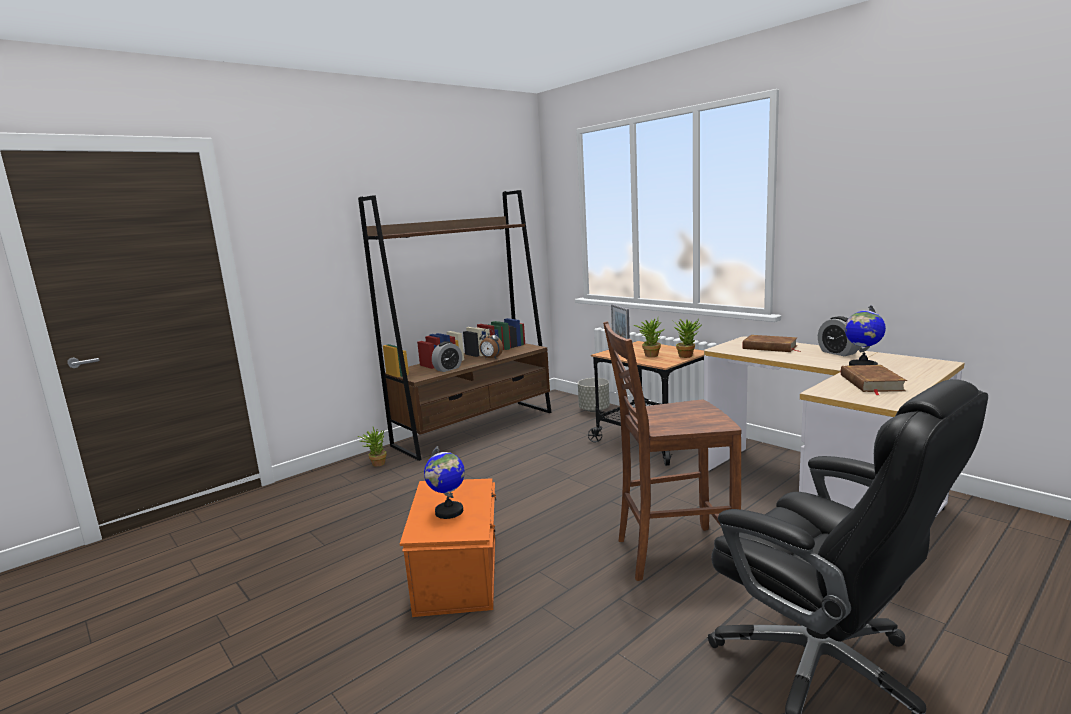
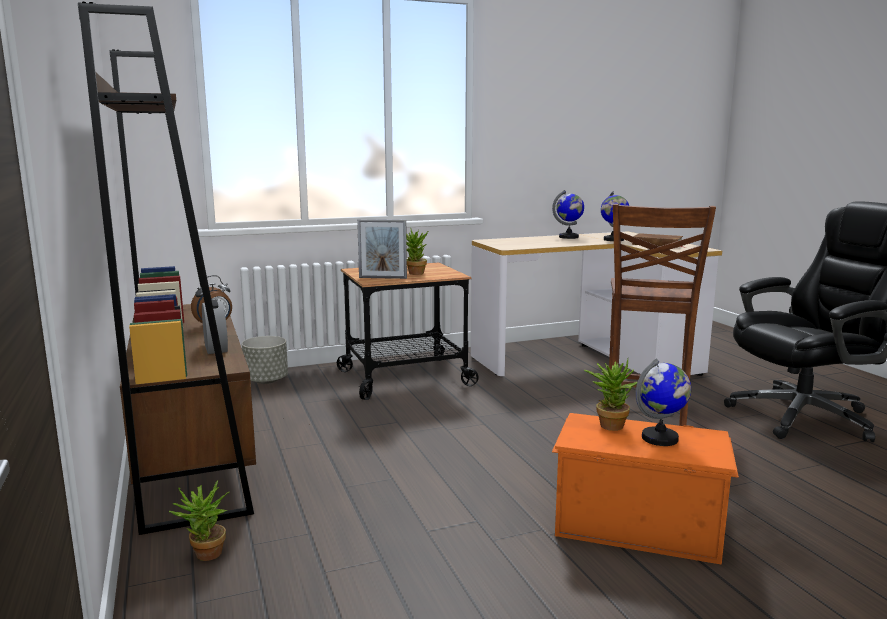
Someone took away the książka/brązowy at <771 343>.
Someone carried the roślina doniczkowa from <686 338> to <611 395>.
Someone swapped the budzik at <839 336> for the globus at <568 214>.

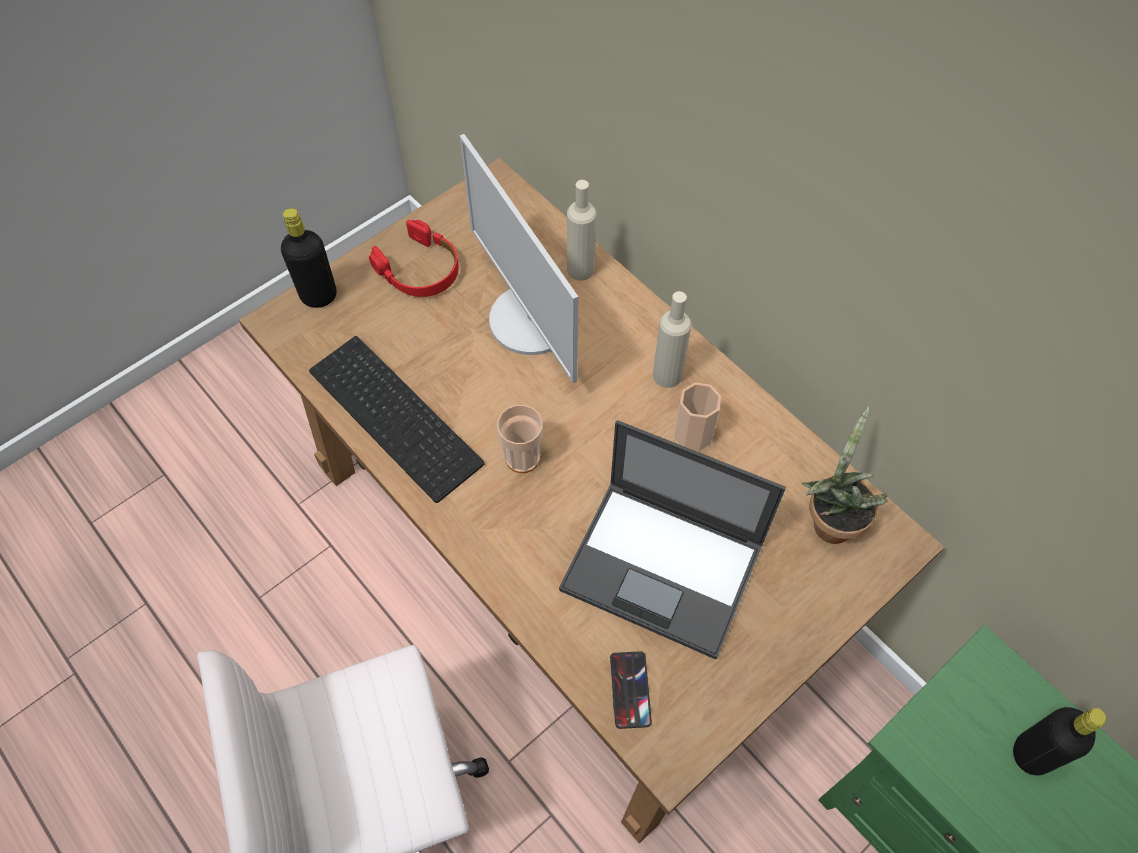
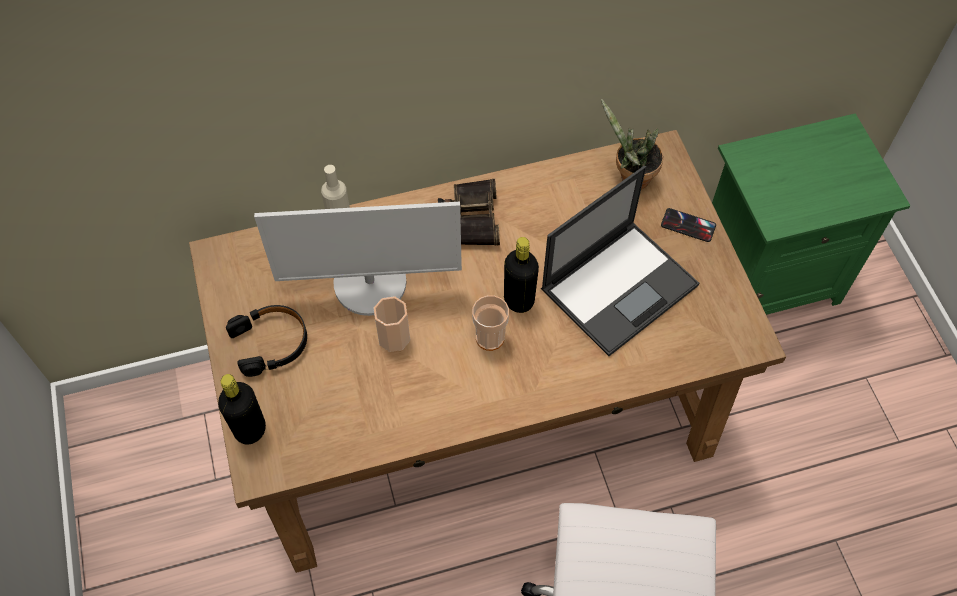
Someone took away the klawiatura at <396 419>.
Someone carried the telefon from <631 690> to <688 225>.
Someone carried the filiżanka from <697 417> to <392 324>.
Someone carried the butelka/czarny from <1059 741> to <521 275>.
Someone swapped the butelka/beżowy at <672 339> for the lornetka at <469 212>.
Someone repainted the słuchawki/czerwony at <414 258>, which became the słuchawki/czarny at <266 341>.

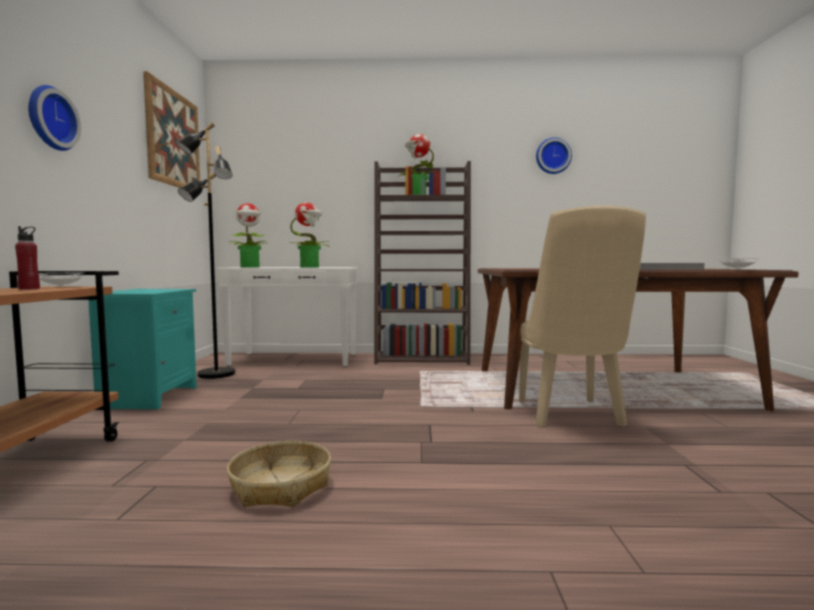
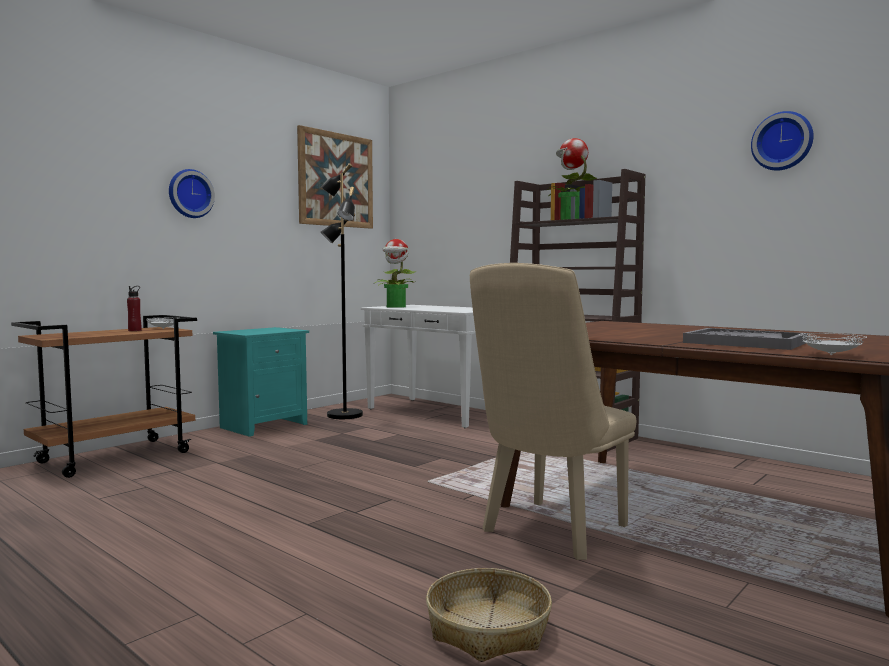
Someone took away the roślina doniczkowa at <309 235>.
Someone carried the koszyk from <279 474> to <489 615>.

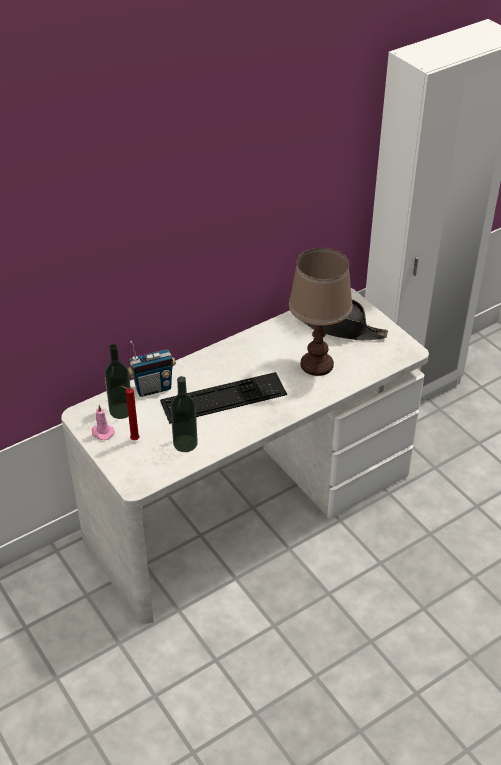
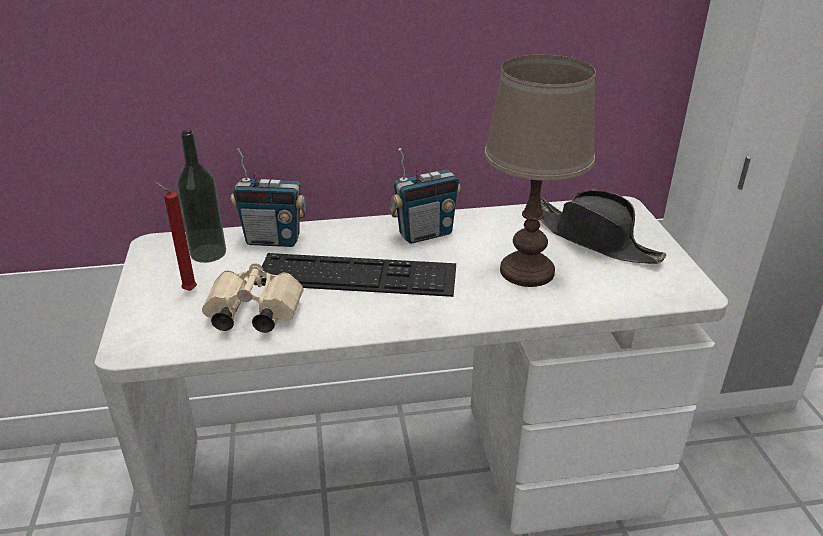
Someone took away the świeca/różowy at <103 422>.
Someone put down the radio at <425 196>.
Someone swapped the butelka at <184 414> for the lornetka/beżowy at <253 298>.

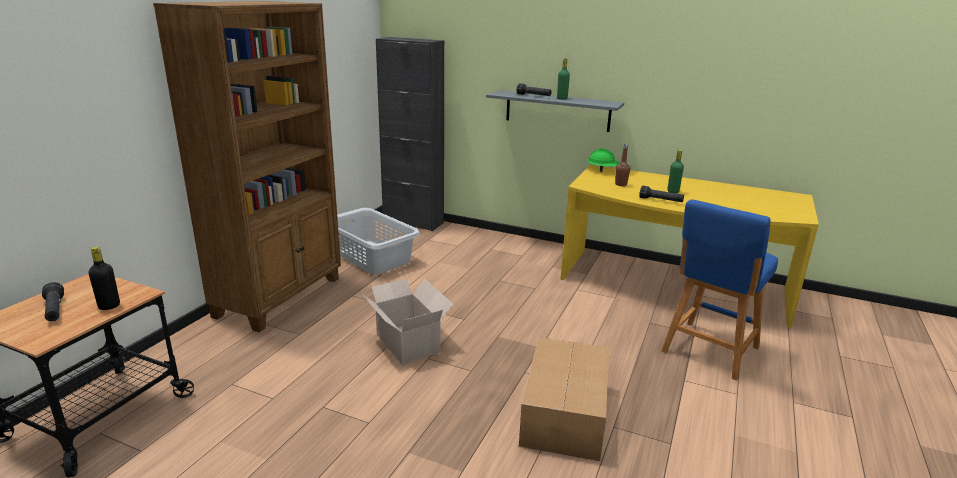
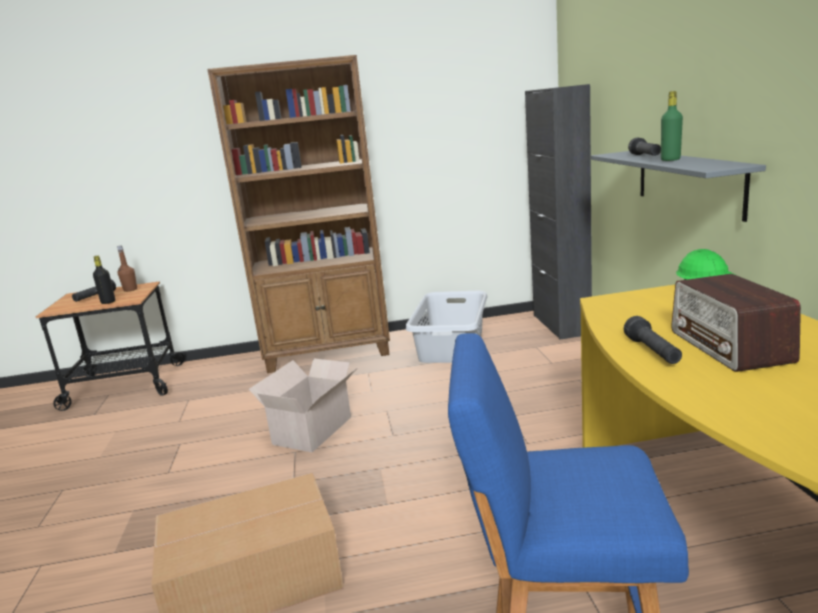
Someone carried the butelka/brązowy from <622 165> to <127 269>.
Someone swapped the butelka/zielony at <675 171> for the radio at <736 323>.

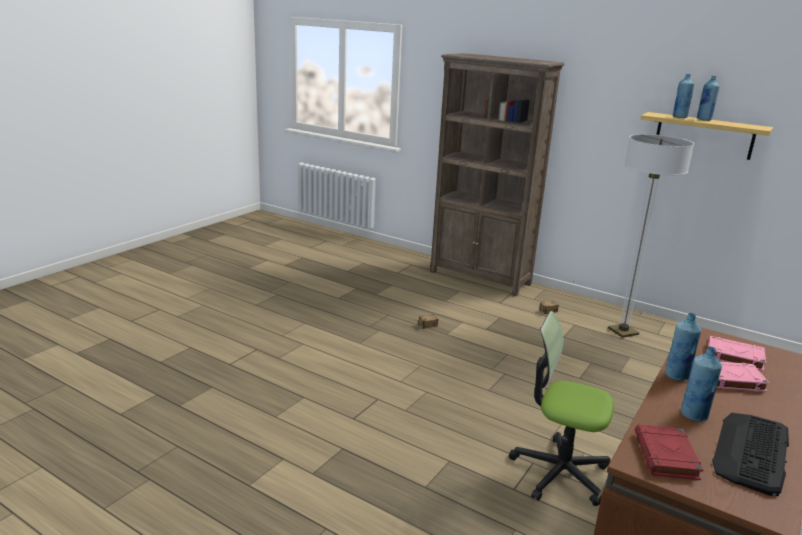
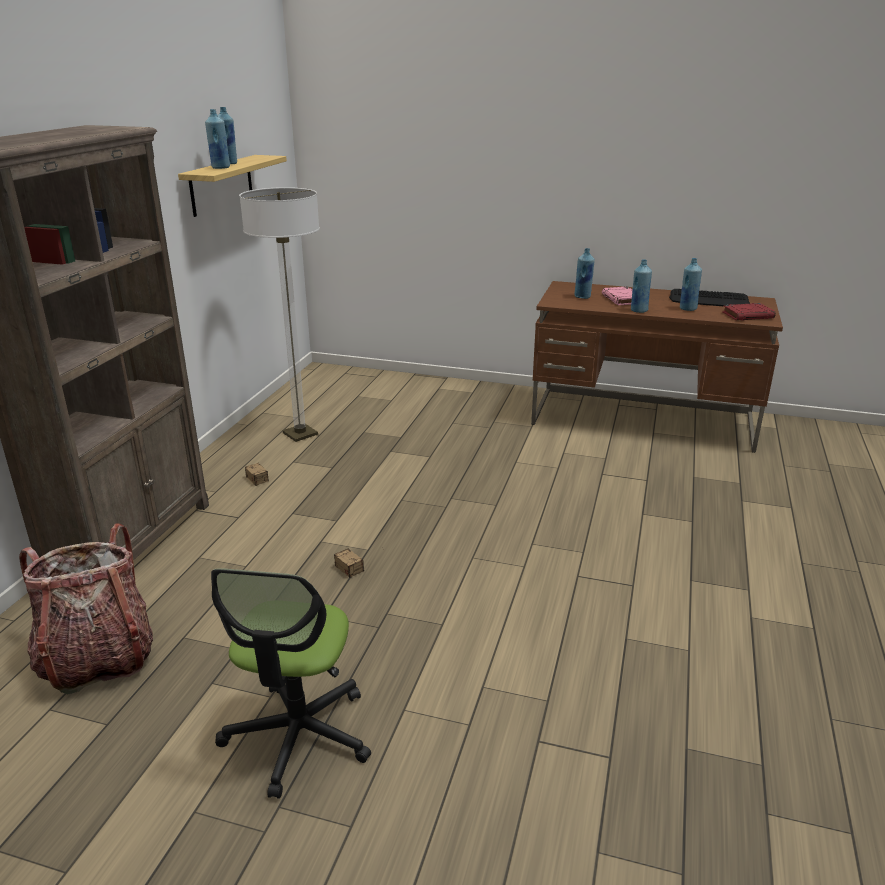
Someone put down the plecak at <86 609>.
Someone carried the krzesło biurowe from <561 408> to <291 683>.
Someone swapped the książka/różowy at <737 353> for the butelka/niebieski at <584 273>.

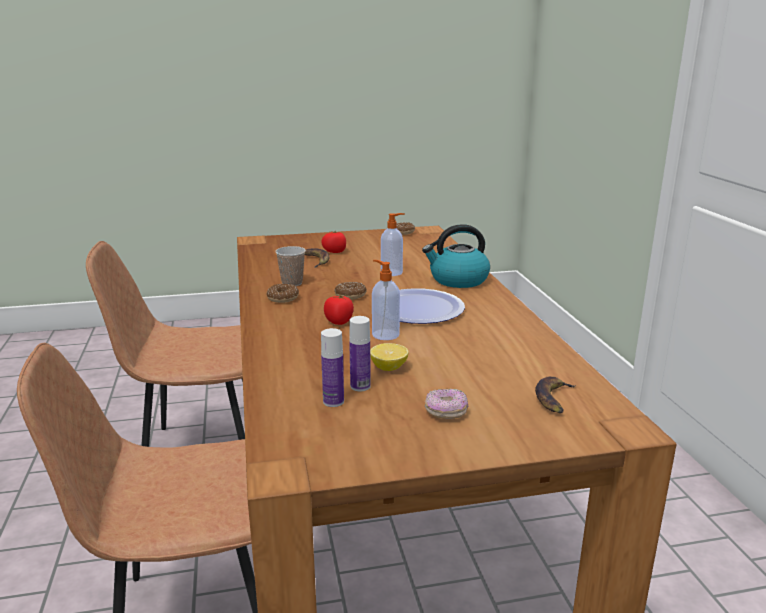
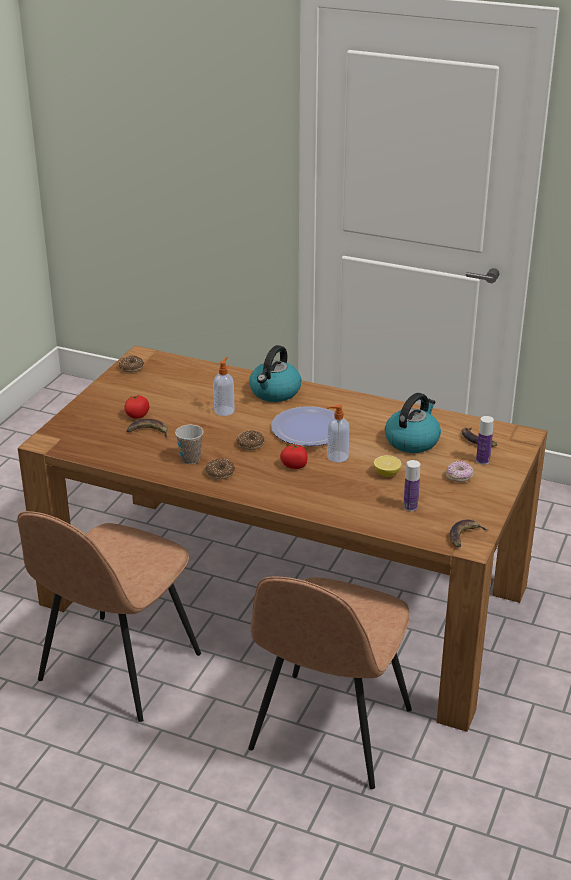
Someone put down the czajnik at <413 423>.
Someone put down the banan at <469 533>.
Someone carried the butelka from <360 353> to <485 440>.

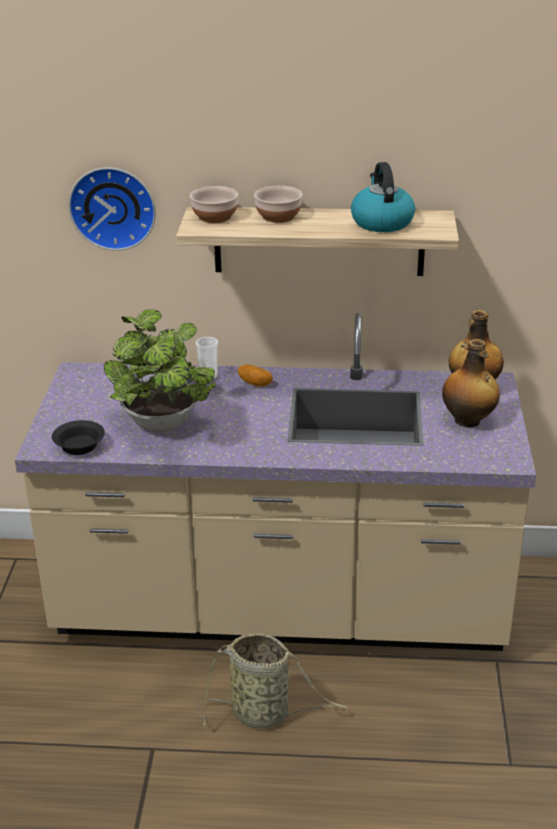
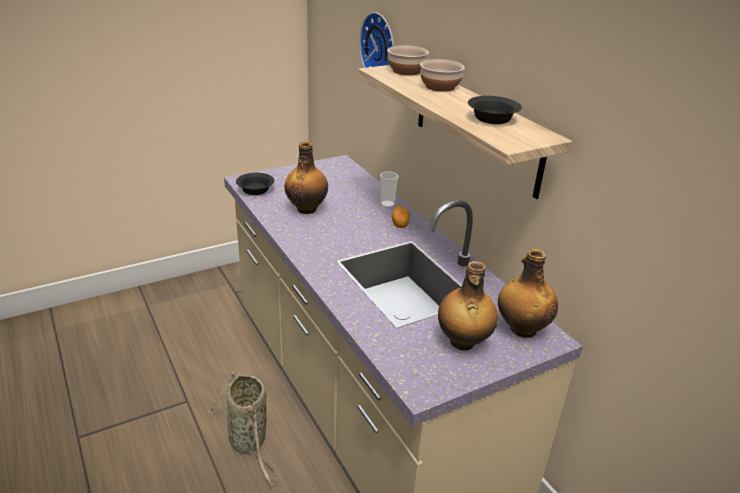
Someone swapped the roślina doniczkowa at <160 371> for the butelka at <306 178>.
Someone swapped the czajnik at <383 197> for the miska/czarny at <495 110>.

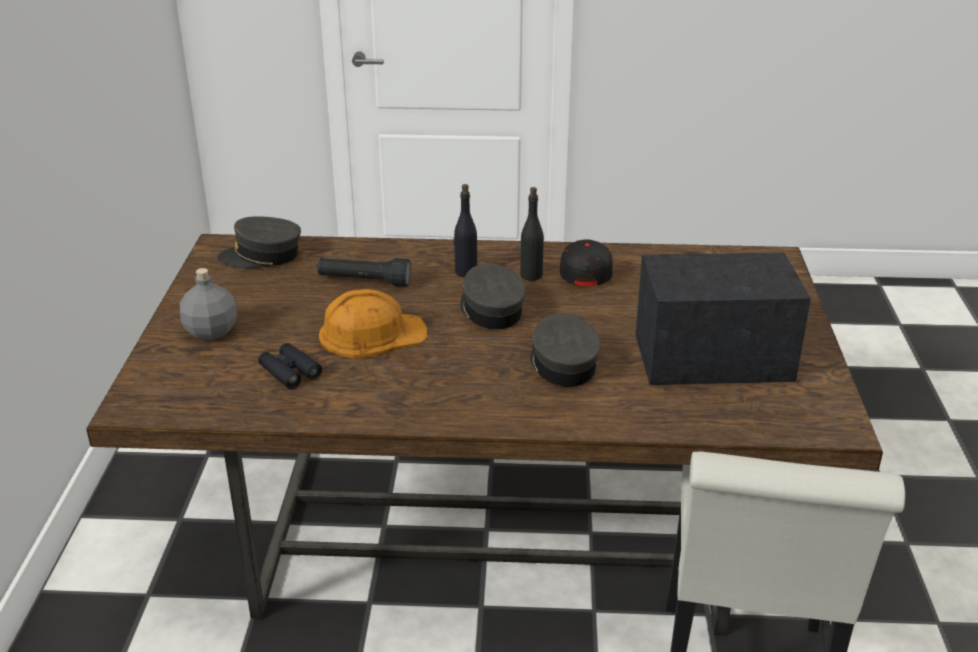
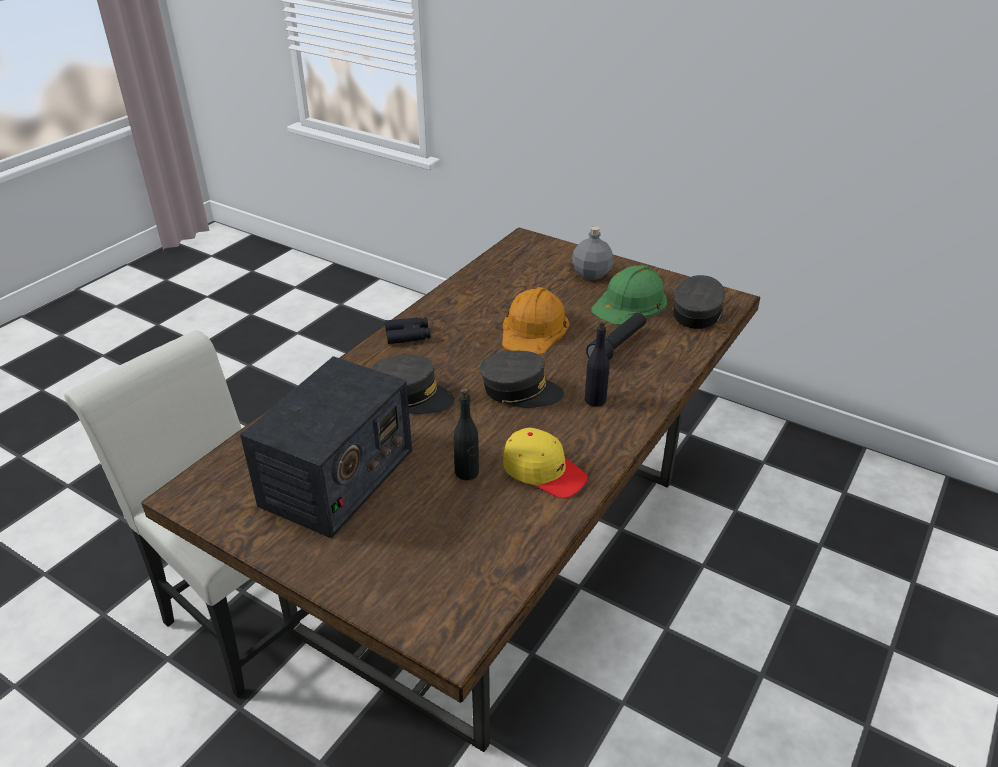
Someone put down the kask/zielony at <629 295>.
Someone carried the lornetka/czarny from <290 366> to <408 330>.
Someone carried the butelka/czarny from <532 234> to <466 434>.
Someone repainted the czapka z daszkiem/czarny at <586 262>, which became the czapka z daszkiem/żółty at <545 463>.

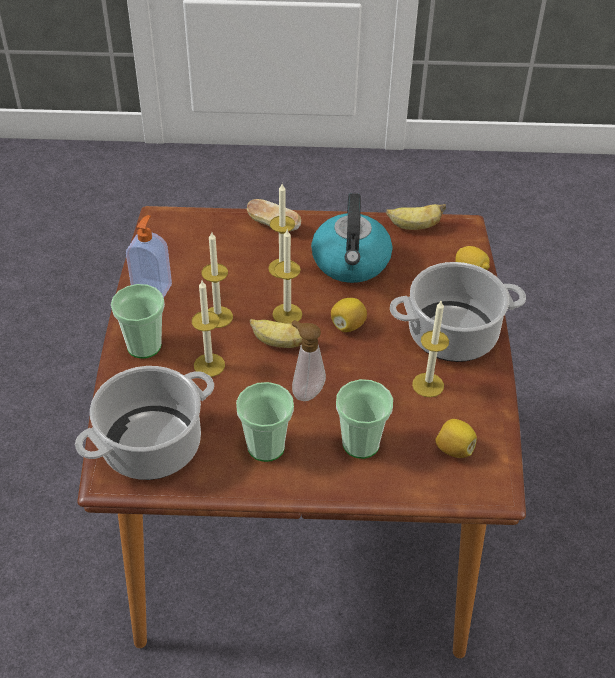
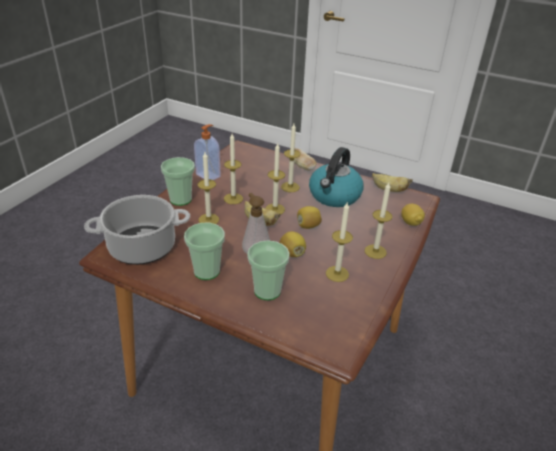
Someone carried the cytryna from <456 438> to <293 244>.
Someone swapped the garnek at <458 312> for the świeca at <378 220>.

